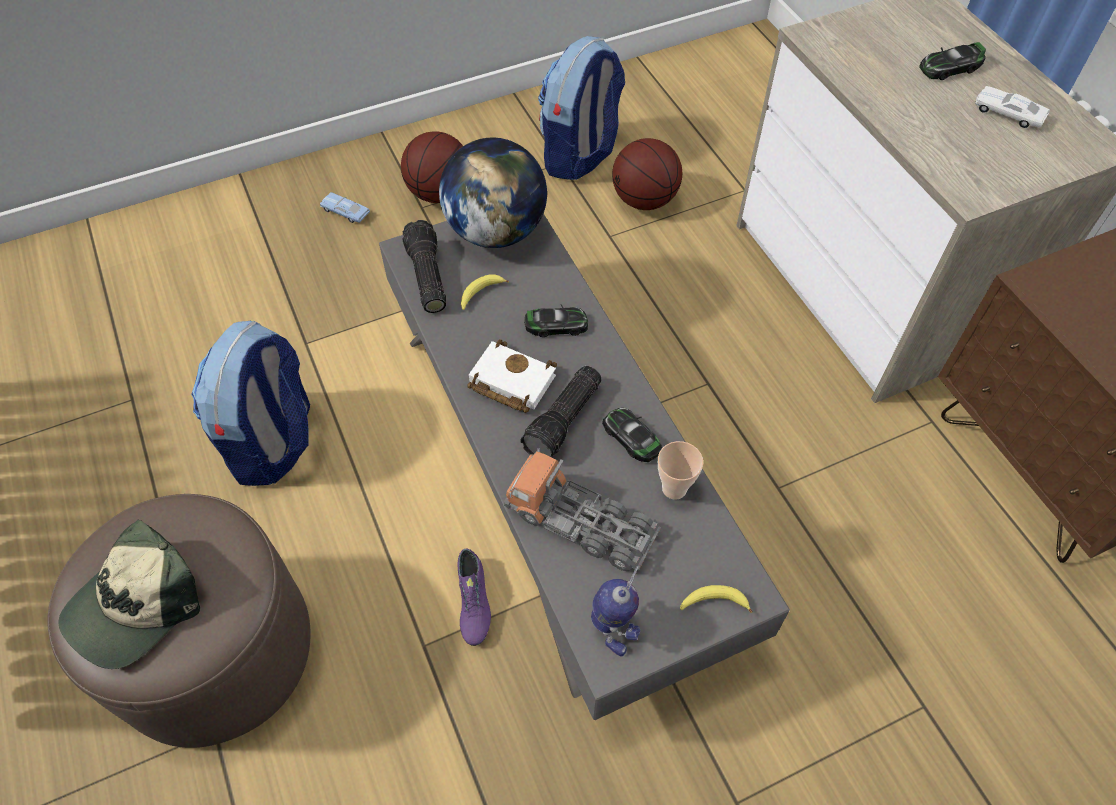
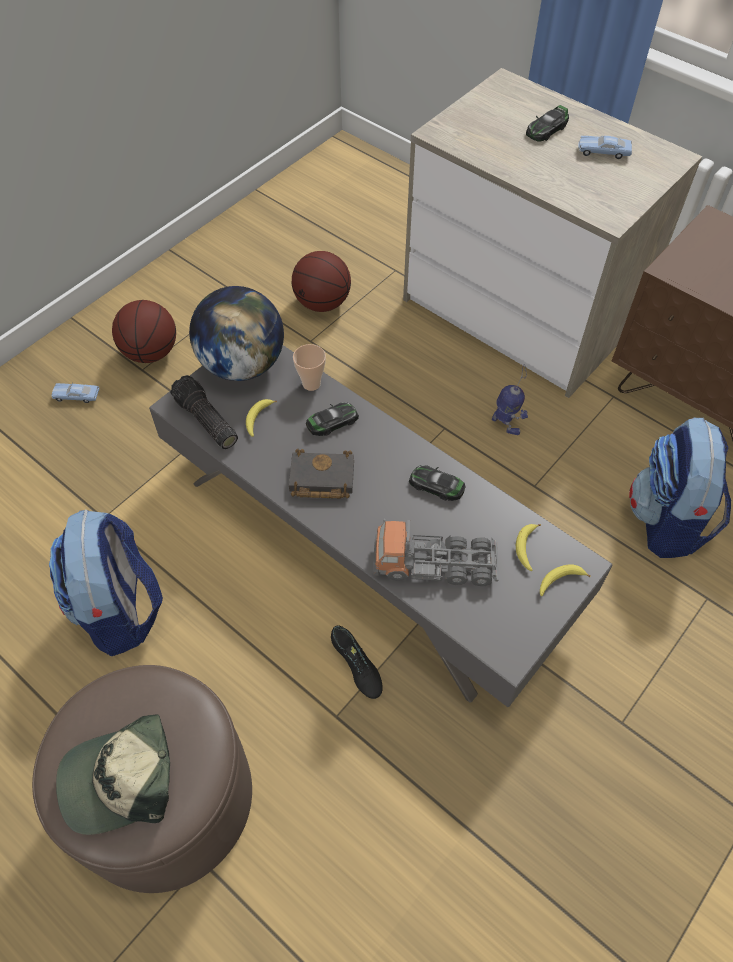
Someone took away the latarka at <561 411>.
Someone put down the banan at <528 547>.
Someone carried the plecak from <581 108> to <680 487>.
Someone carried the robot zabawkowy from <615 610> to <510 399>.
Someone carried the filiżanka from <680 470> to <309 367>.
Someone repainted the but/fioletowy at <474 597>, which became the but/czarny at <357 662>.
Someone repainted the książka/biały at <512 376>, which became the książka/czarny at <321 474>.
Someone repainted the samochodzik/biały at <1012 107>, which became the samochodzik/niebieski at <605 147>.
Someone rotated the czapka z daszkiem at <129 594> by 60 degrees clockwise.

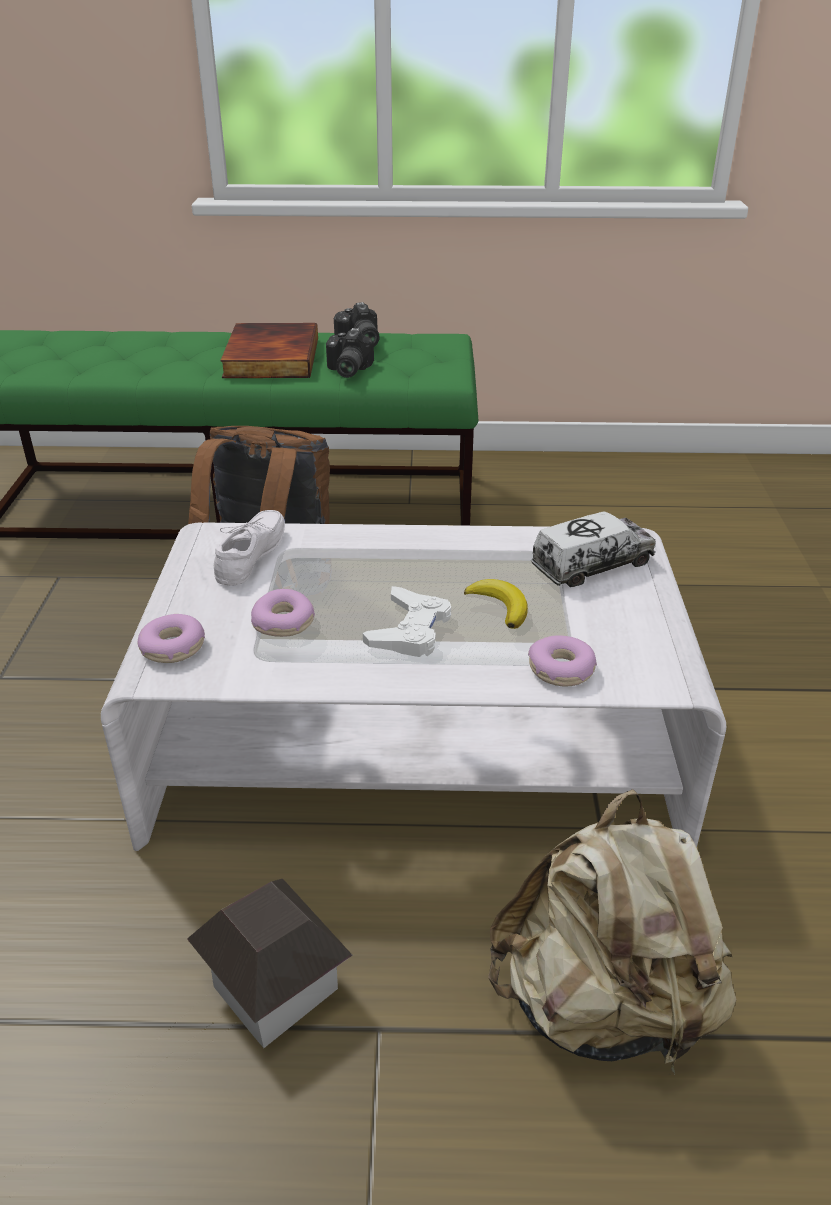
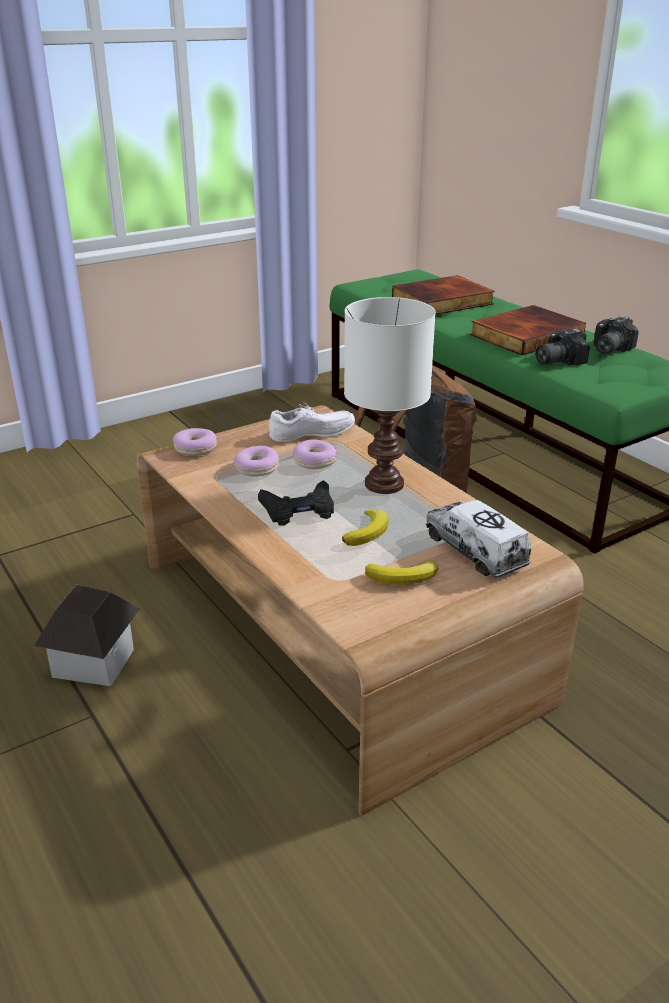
Someone took away the plecak/beżowy at <612 932>.
Someone put down the lampa stołowa/biały at <390 395>.
Someone put down the banan at <401 572>.
Someone put down the książka at <443 295>.
Someone carried the donut from <562 661> to <315 454>.
Someone repainted the ława/biały at <413 686>, which became the ława/brązowy at <360 610>.
Someone repainted the pad do gier/biały at <407 621>, which became the pad do gier/czarny at <296 503>.
Someone rotated the ciężarówka zabawkowa at <593 549> by 150 degrees counterclockwise.

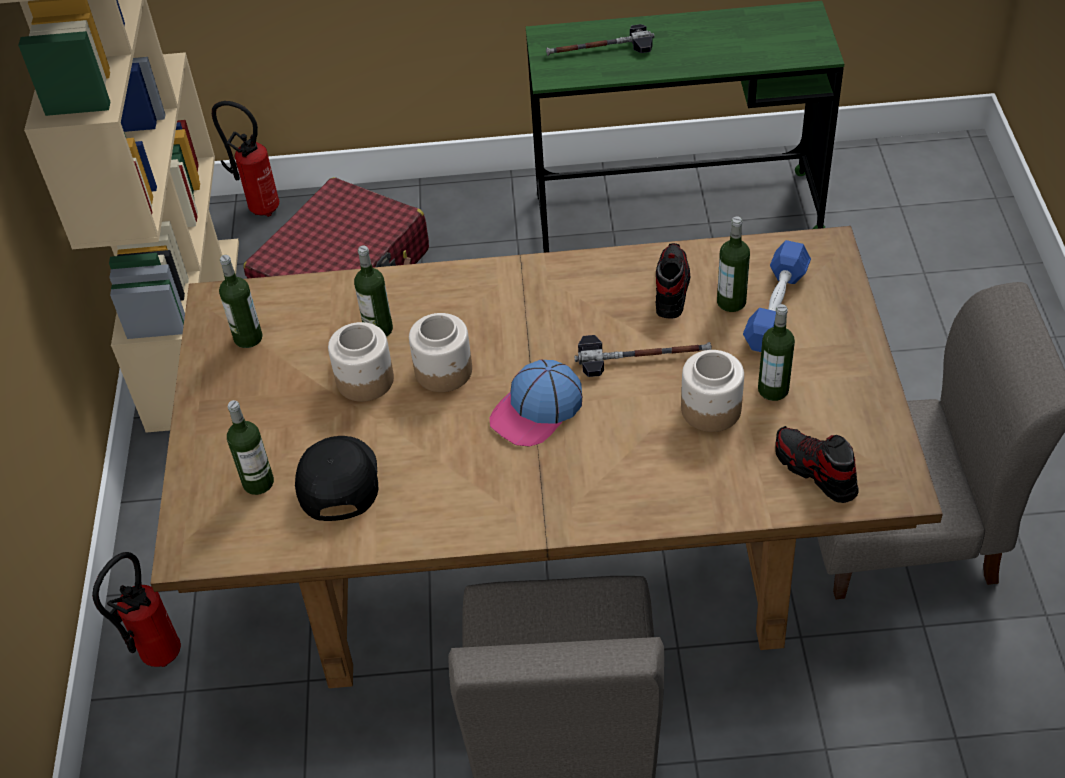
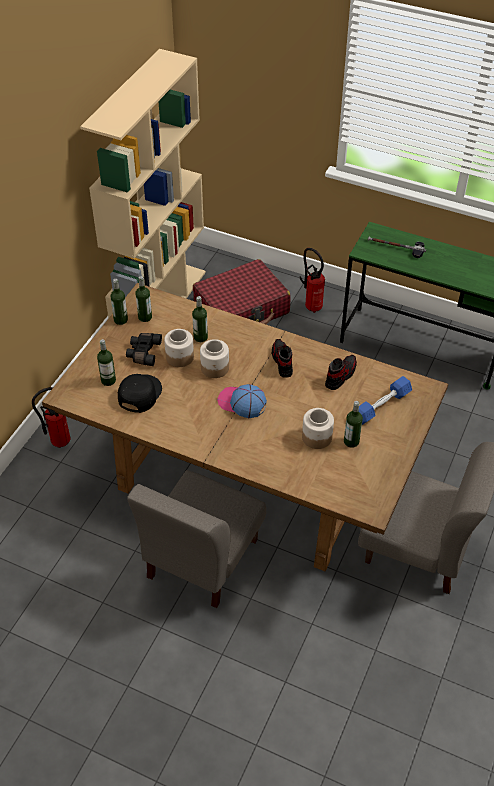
Someone took away the młotek at <643 356>.
Someone put down the lornetka/czarny at <144 349>.
Someone carried the gaśnica from <245 159> to <312 280>.
Someone carried the butelka from <733 264> to <119 302>.
Someone carried the but from <817 464> to <282 358>.
Someone rotated the czapka z daszkiem at <536 403> by 45 degrees clockwise.

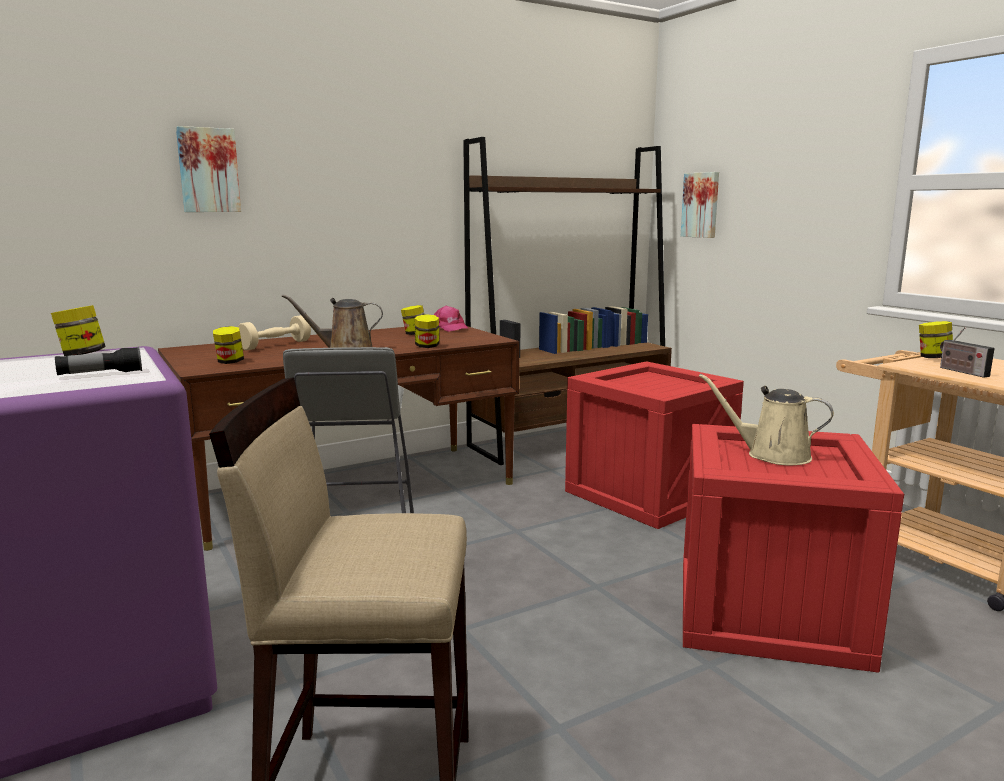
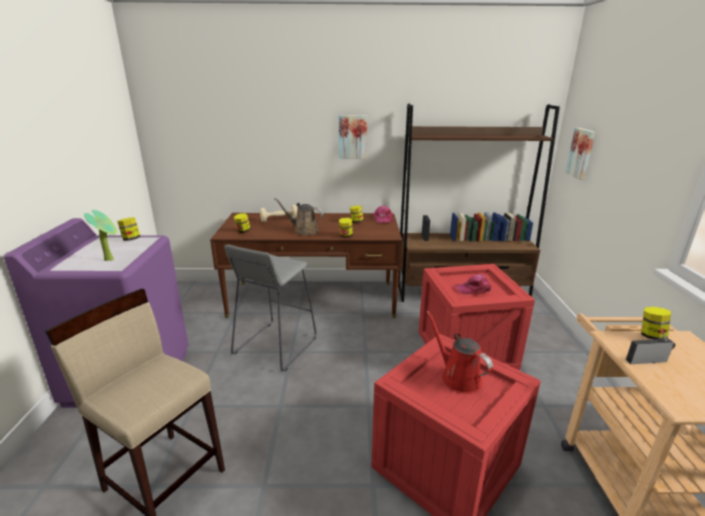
Someone put down the czapka z daszkiem/różowy at <473 284>.
Someone carried the obraz from <208 169> to <353 137>.
Someone swapped the latarka at <98 361> for the roślina doniczkowa at <100 235>.
Someone repainted the konewka/beżowy at <766 419>, which became the konewka/czerwony at <459 352>.
Someone rotated the radio at <967 352> by 75 degrees clockwise.

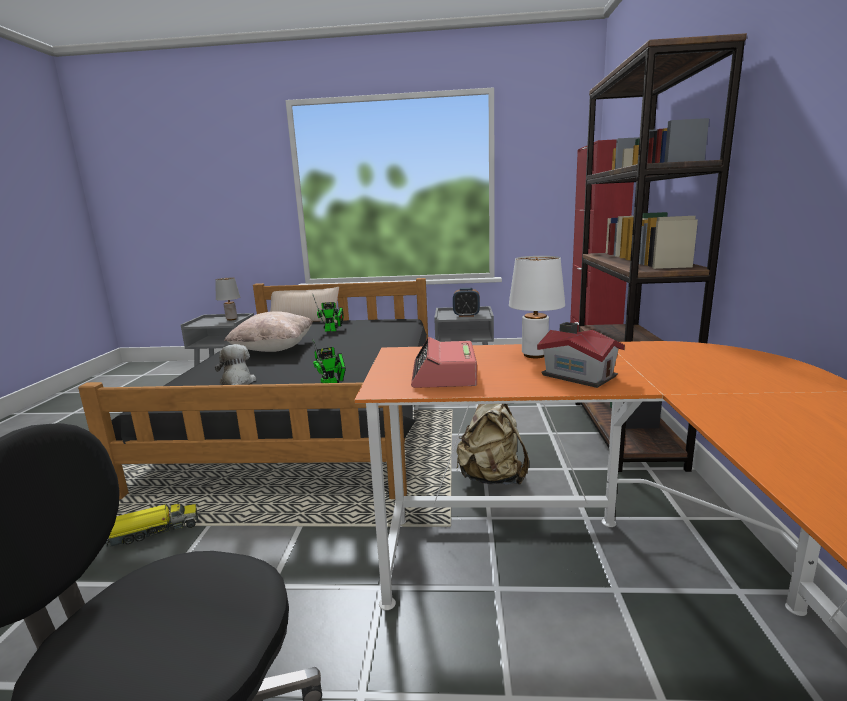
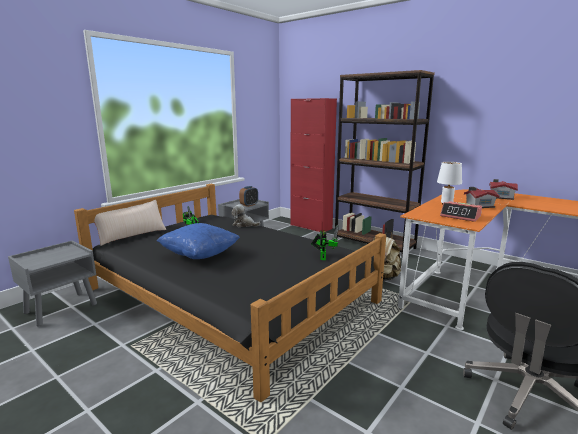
Someone took away the ciężarówka zabawkowa at <152 524>.
Someone took away the lampa stołowa/szary at <227 299>.
Someone put down the domek at <503 189>.
Someone carried the pluszak from <235 364> to <245 215>.
Someone repainted the poduszka/beżowy at <268 332>, which became the poduszka/niebieski at <198 241>.

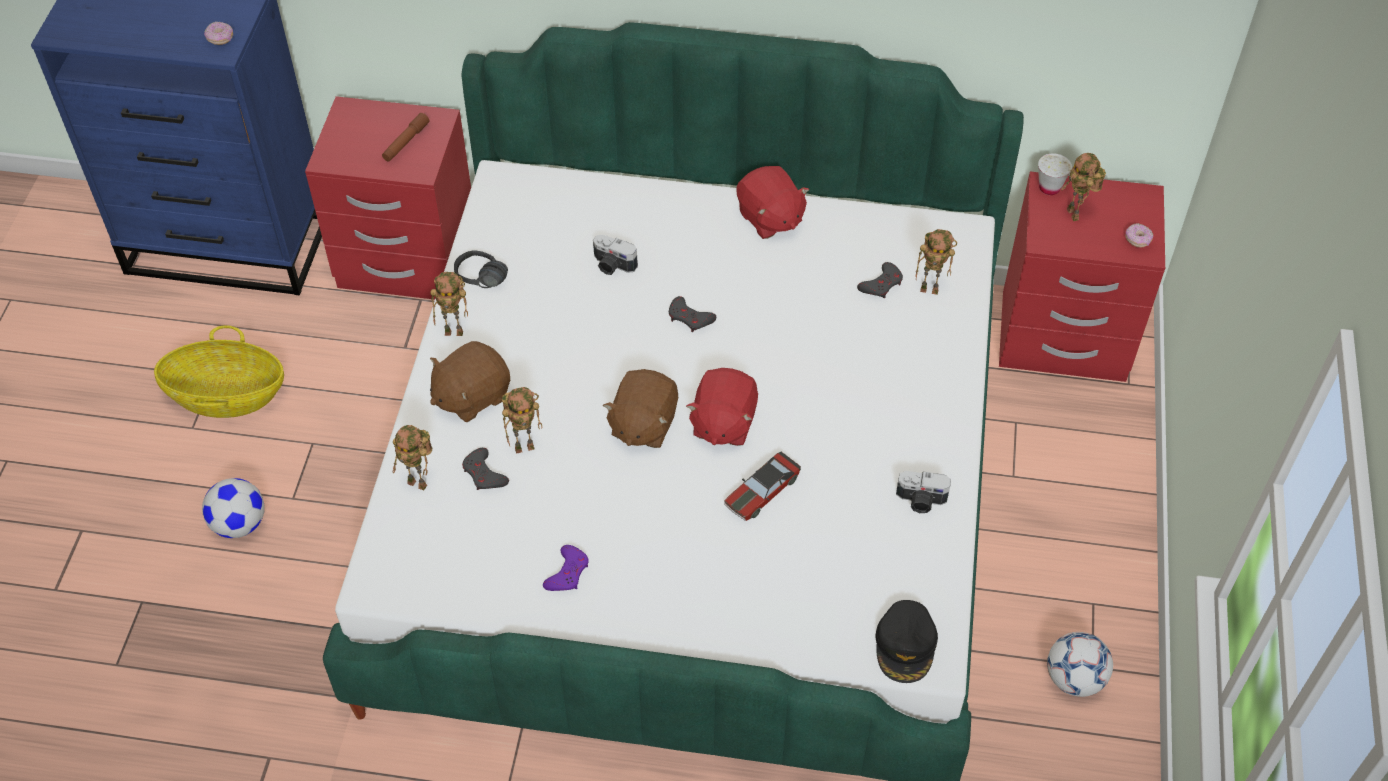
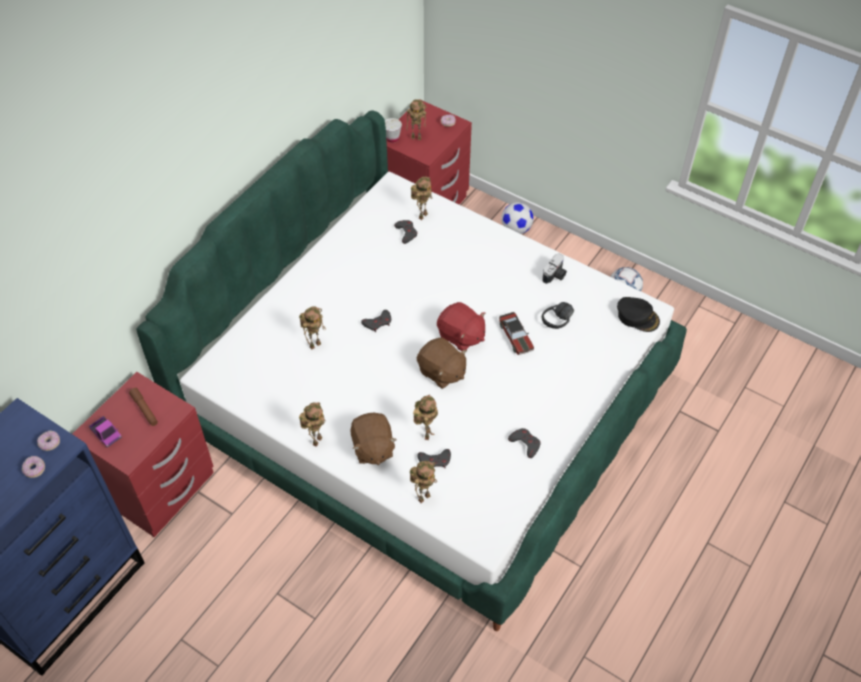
Someone took away the koszyk at <219 371>.
Someone took away the pluszak/czerwony at <773 202>.
Someone put down the donut at <33 467>.
Someone put down the ciężarówka zabawkowa at <105 432>.
Someone carried the piłka futbolowa from <233 508> to <517 218>.
Someone carried the słuchawki/czarny from <481 269> to <558 315>.
Someone swapped the aparat fotograficzny at <615 255> for the robot zabawkowy at <312 327>.
Someone repainted the pad do gier/fioletowy at <566 568>, which became the pad do gier/szary at <524 443>.

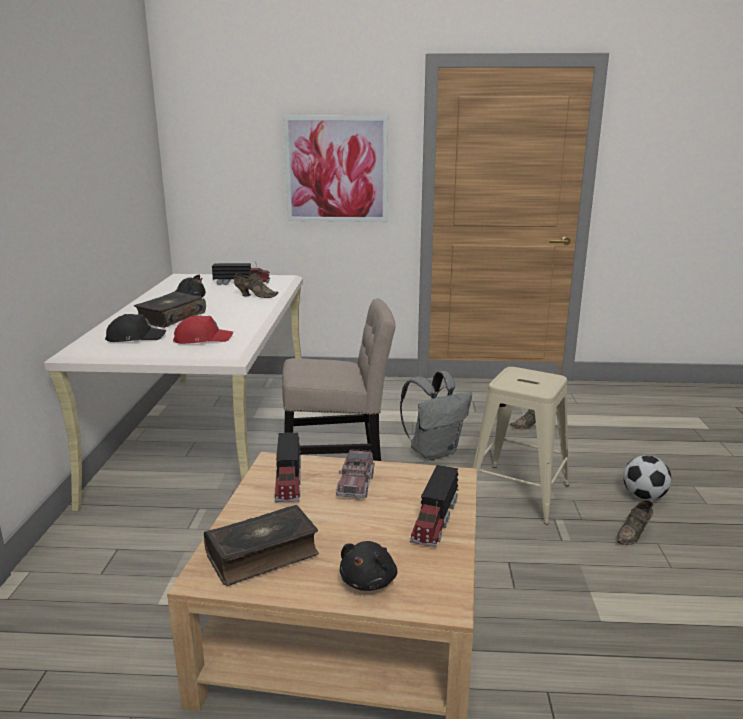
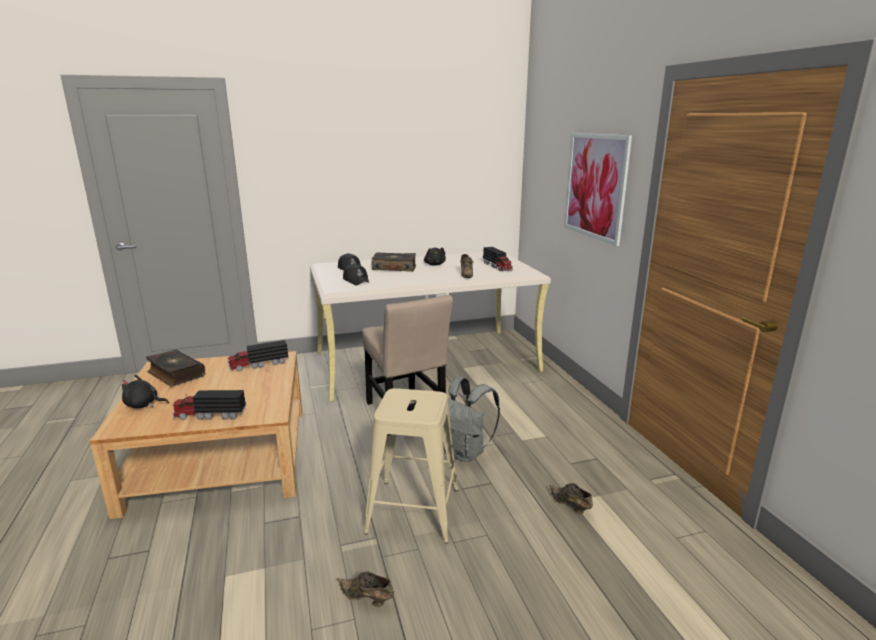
Someone took away the ciężarówka zabawkowa at <355 474>.
Someone took away the piłka futbolowa at <647 478>.
Someone repainted the czapka z daszkiem/czerwony at <203 329>, which became the czapka z daszkiem/czarny at <356 274>.

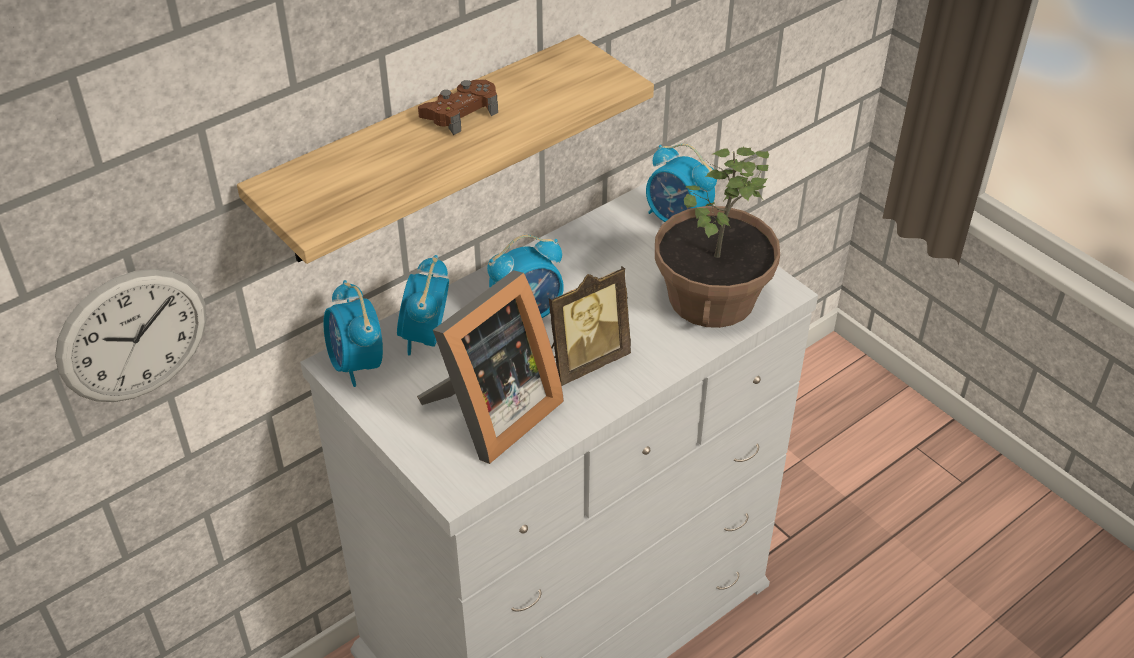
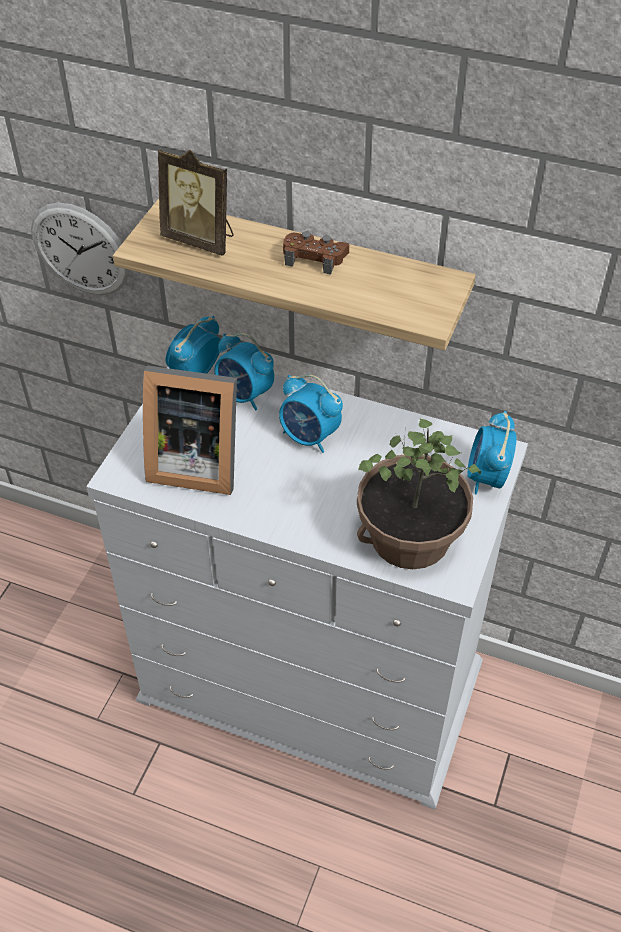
Someone carried the ramka na zdjęcie from <590 326> to <196 202>.
Someone rotated the budzik at <423 305> by 120 degrees counterclockwise.

